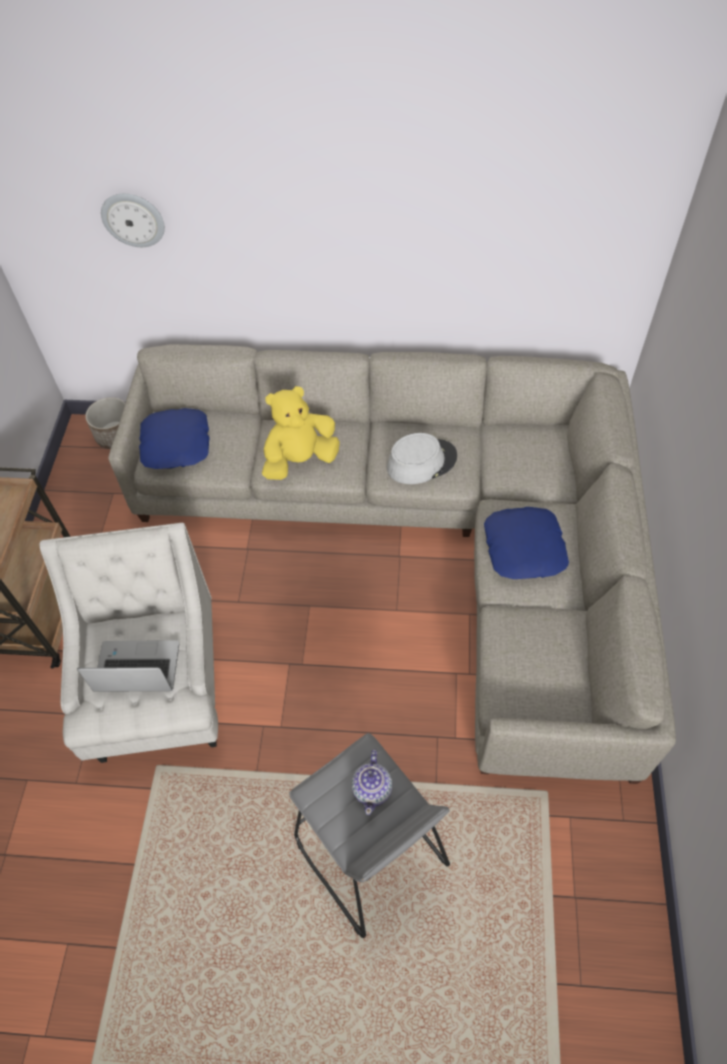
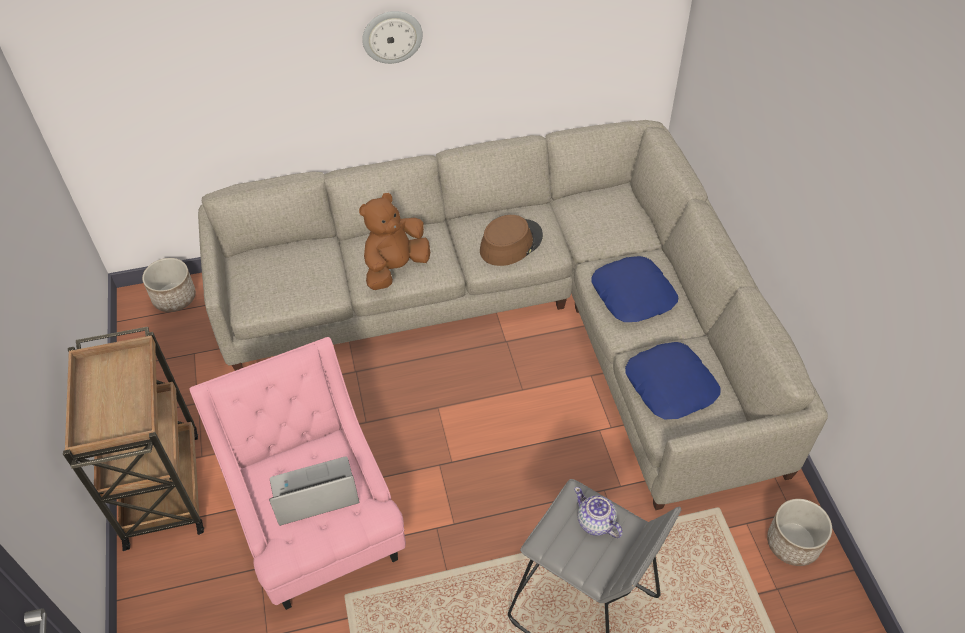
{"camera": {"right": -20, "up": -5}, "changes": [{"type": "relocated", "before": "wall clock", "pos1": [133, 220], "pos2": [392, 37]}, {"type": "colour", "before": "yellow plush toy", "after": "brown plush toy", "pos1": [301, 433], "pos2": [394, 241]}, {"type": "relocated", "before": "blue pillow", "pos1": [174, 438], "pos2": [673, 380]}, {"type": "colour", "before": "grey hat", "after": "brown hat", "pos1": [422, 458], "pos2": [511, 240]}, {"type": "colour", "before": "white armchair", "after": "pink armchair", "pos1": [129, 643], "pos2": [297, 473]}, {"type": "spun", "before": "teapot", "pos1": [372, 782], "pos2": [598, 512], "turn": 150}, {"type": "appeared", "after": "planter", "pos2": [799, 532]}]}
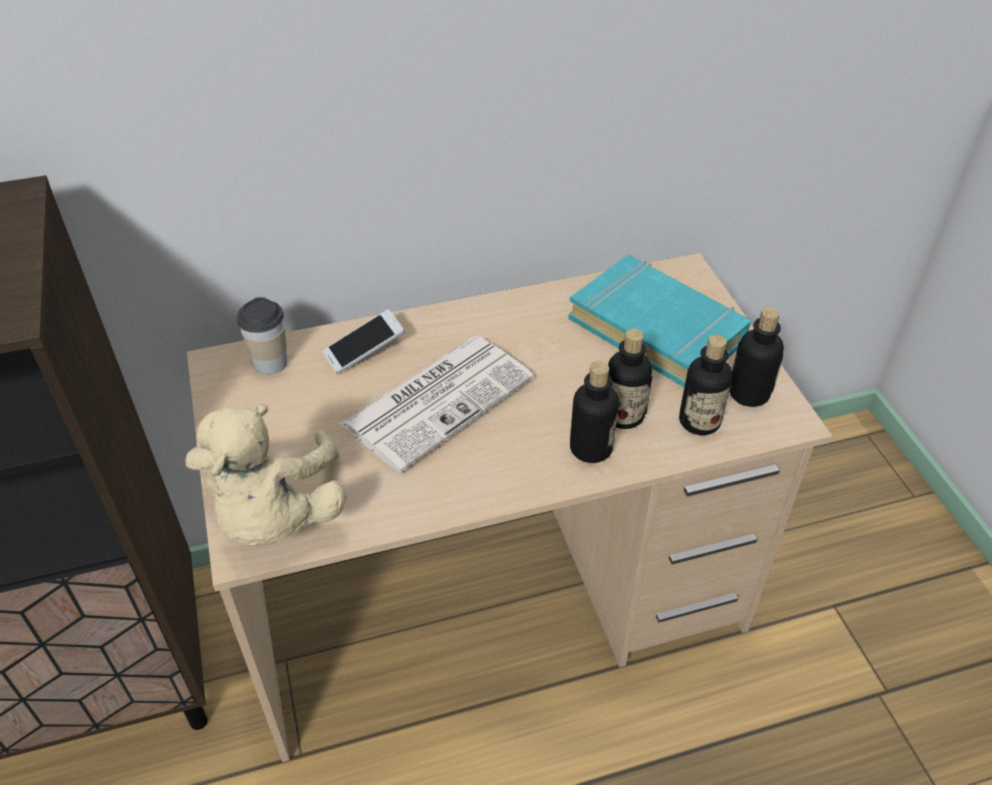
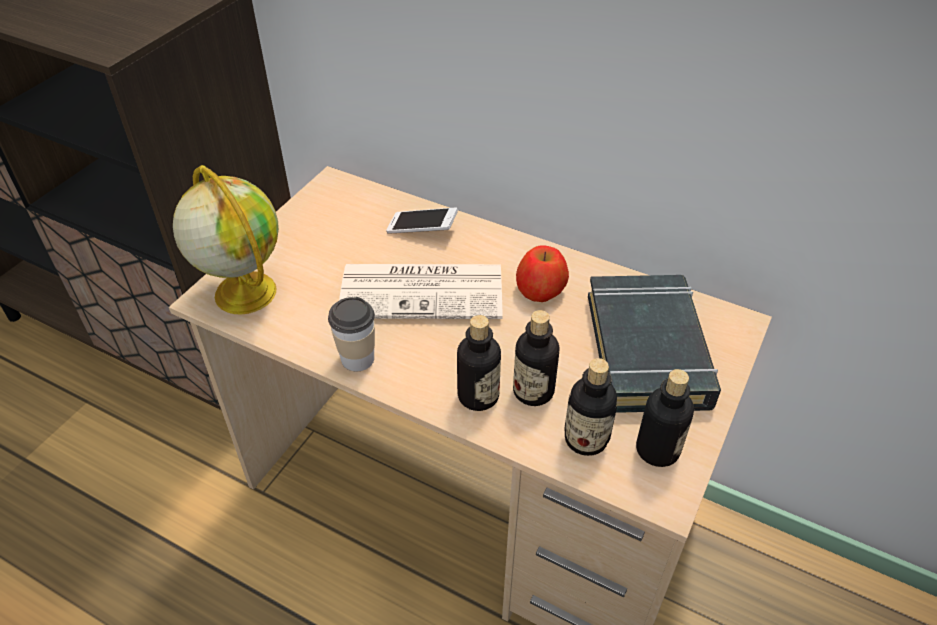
{"camera": {"right": 45, "up": 0}, "changes": [{"type": "colour", "before": "turquoise book", "after": "black book", "pos1": [659, 321], "pos2": [654, 344]}, {"type": "relocated", "before": "cup", "pos1": [262, 335], "pos2": [351, 334]}, {"type": "exchanged", "before": "beige plush toy", "after": "globe", "pos1": [266, 475], "pos2": [226, 240]}, {"type": "appeared", "after": "apple", "pos2": [542, 273]}]}
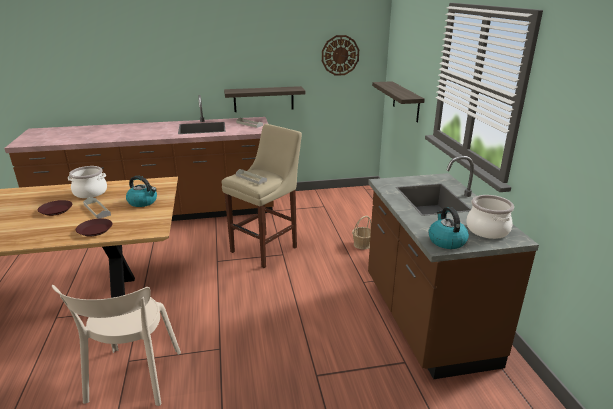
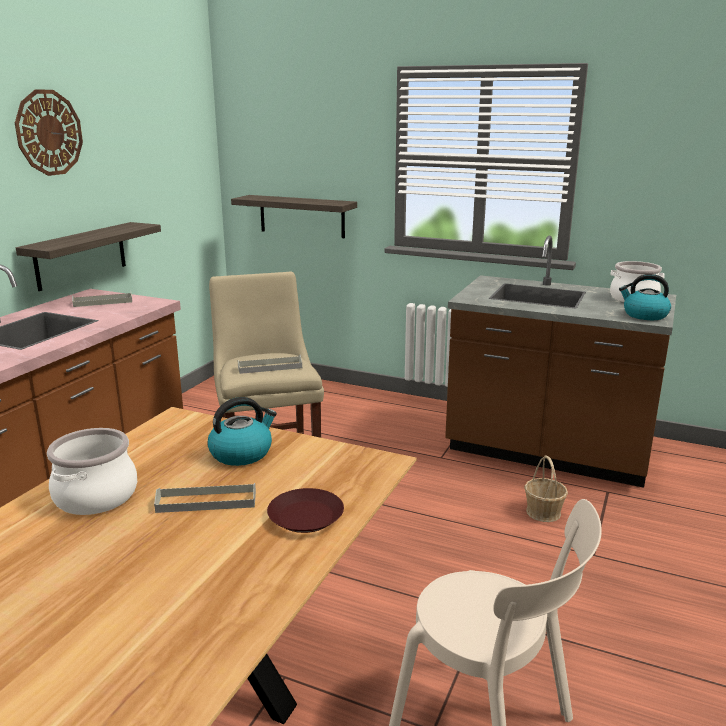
{"camera": {"right": -55, "up": -5}, "changes": [{"type": "relocated", "before": "wall clock", "pos1": [340, 55], "pos2": [49, 133]}, {"type": "missing", "before": "brown plate", "pos1": [55, 208]}, {"type": "relocated", "before": "basket", "pos1": [361, 233], "pos2": [546, 488]}]}
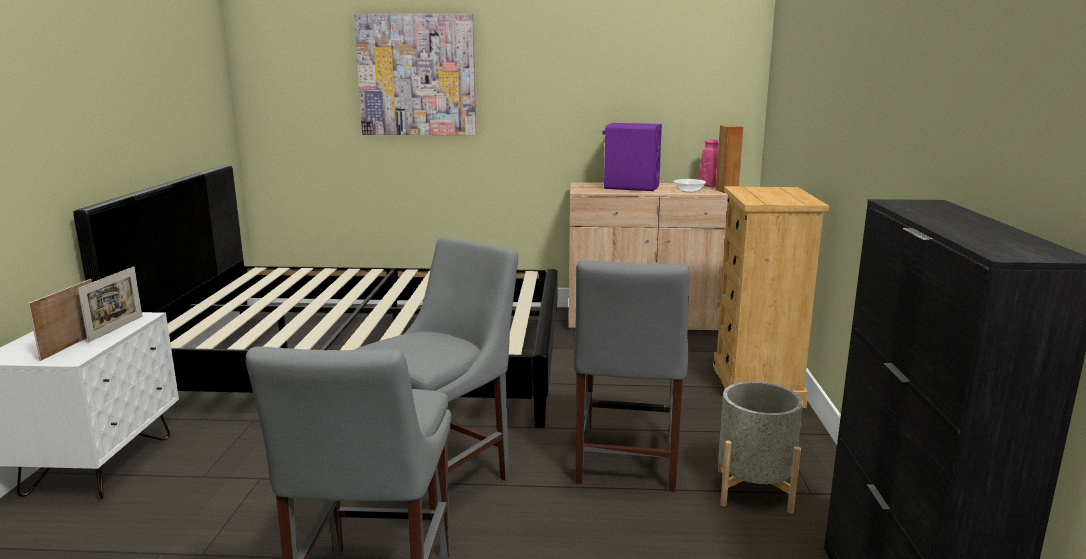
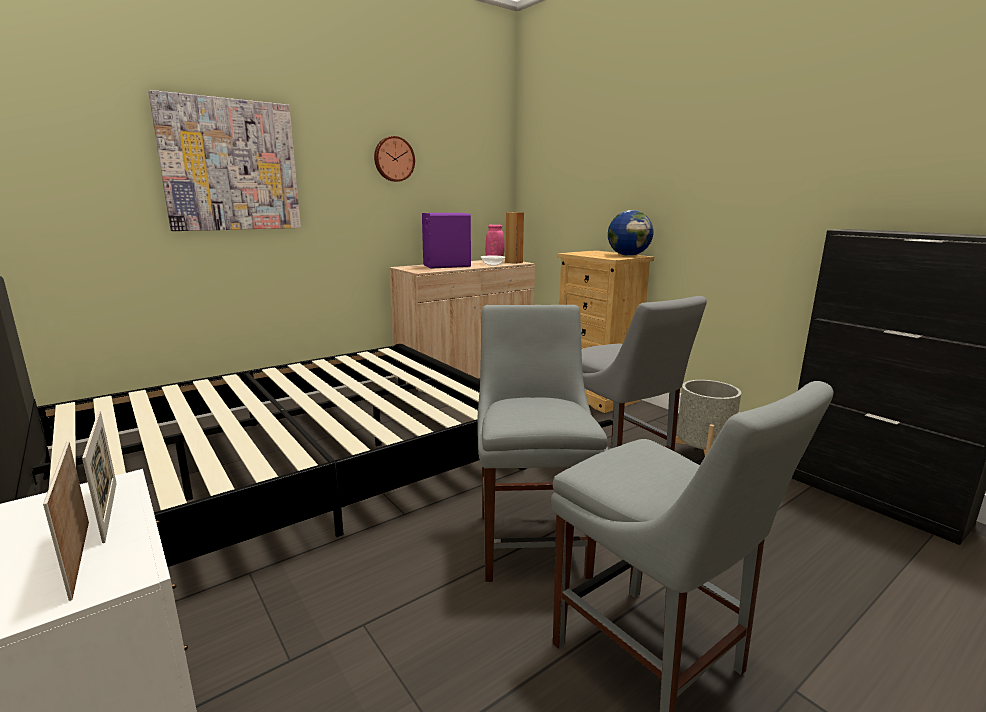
{"camera": {"right": -40, "up": 0}, "changes": [{"type": "appeared", "after": "wall clock", "pos2": [394, 159]}, {"type": "appeared", "after": "globe", "pos2": [630, 233]}]}
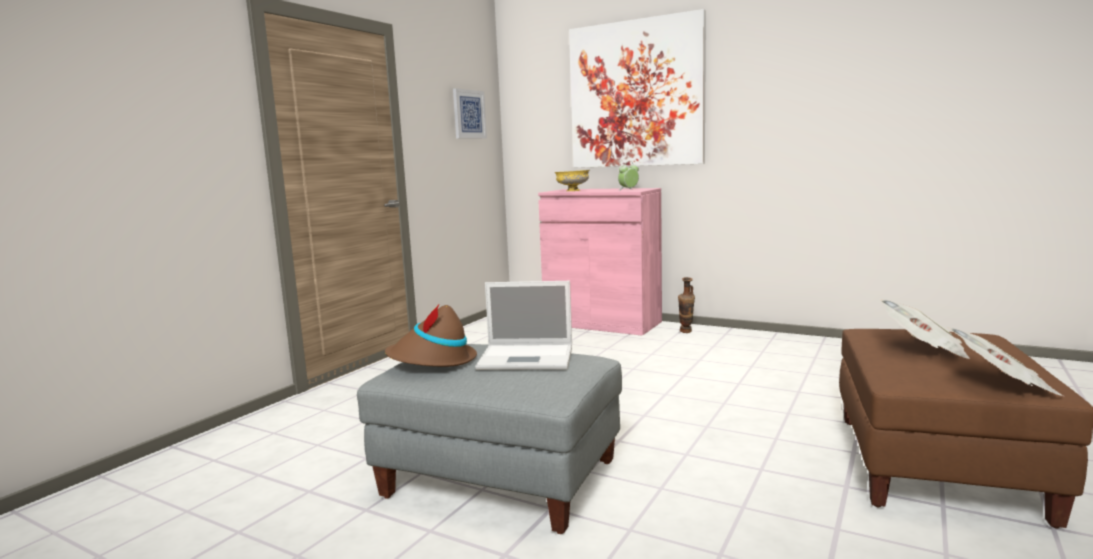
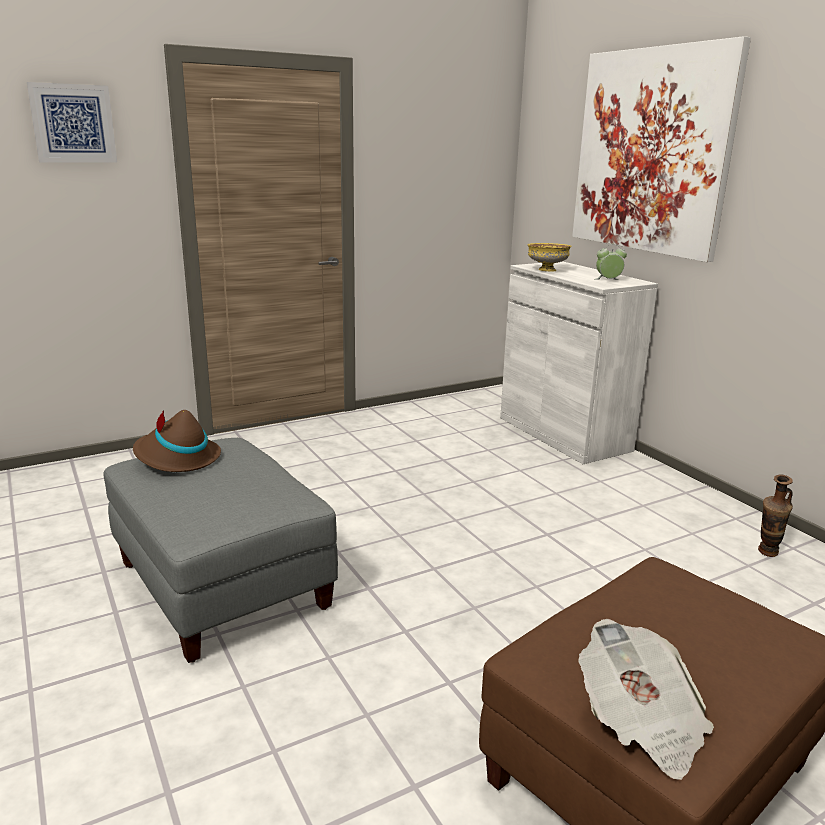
{"camera": {"right": 30, "up": 10}, "changes": [{"type": "relocated", "before": "picture", "pos1": [470, 113], "pos2": [72, 122]}, {"type": "colour", "before": "pink cabinet", "after": "white cabinet", "pos1": [600, 262], "pos2": [579, 362]}, {"type": "relocated", "before": "vase", "pos1": [686, 305], "pos2": [775, 516]}, {"type": "missing", "before": "laptop", "pos1": [523, 325]}, {"type": "missing", "before": "newspaper", "pos1": [925, 329]}]}
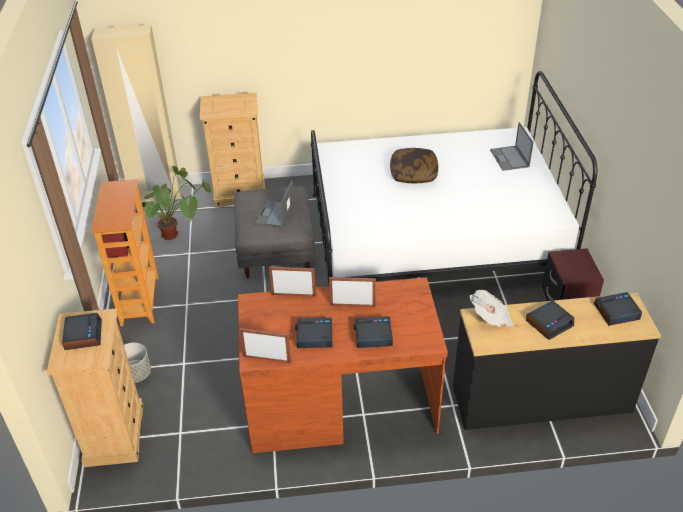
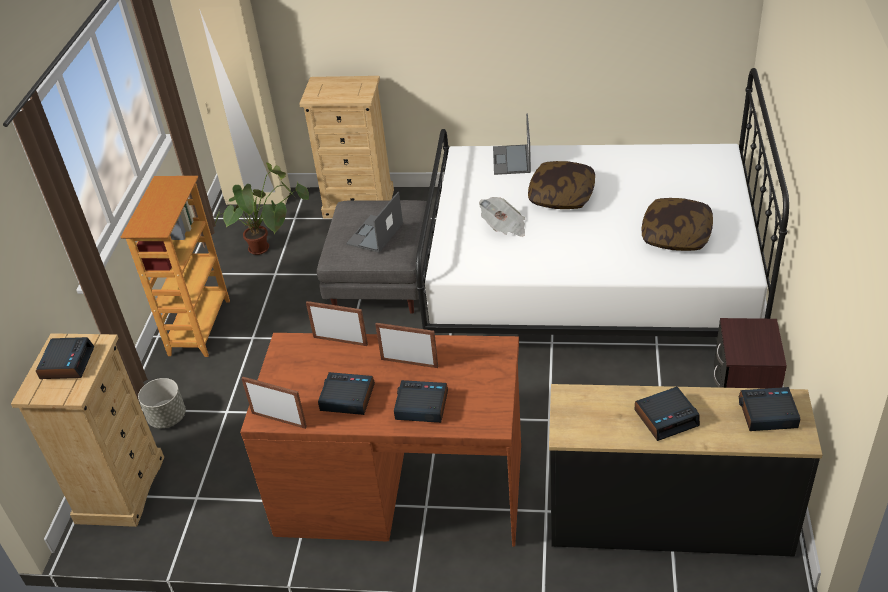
{"camera": {"right": 15, "up": 0}, "changes": [{"type": "relocated", "before": "laptop", "pos1": [512, 146], "pos2": [512, 144]}, {"type": "relocated", "before": "newspaper", "pos1": [492, 308], "pos2": [502, 217]}, {"type": "appeared", "after": "pillow", "pos2": [677, 224]}]}
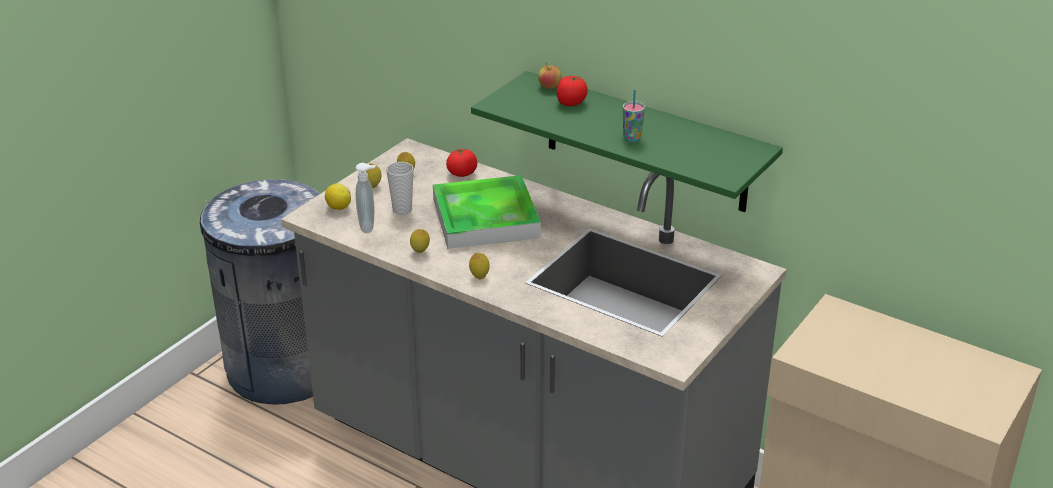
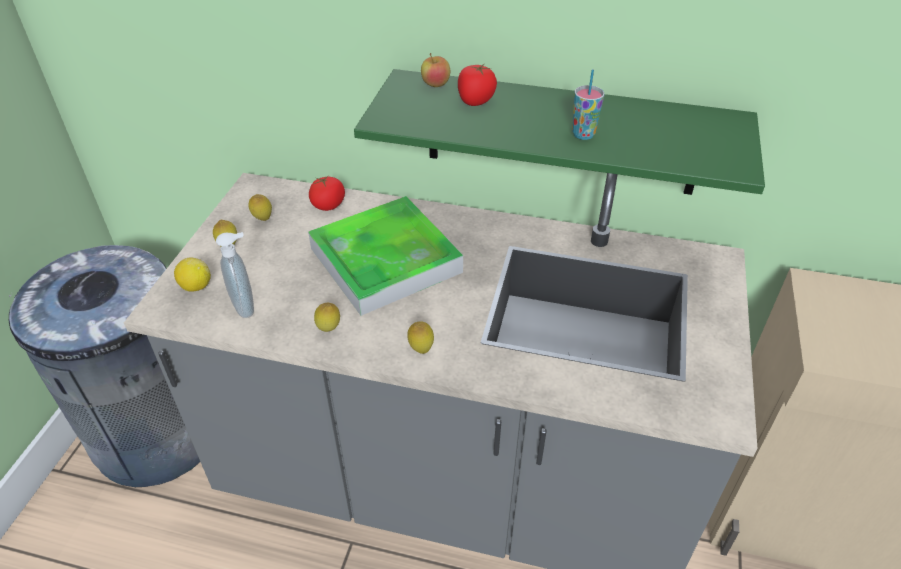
{"camera": {"right": -20, "up": 10}, "changes": [{"type": "missing", "before": "cup", "pos1": [400, 188]}]}
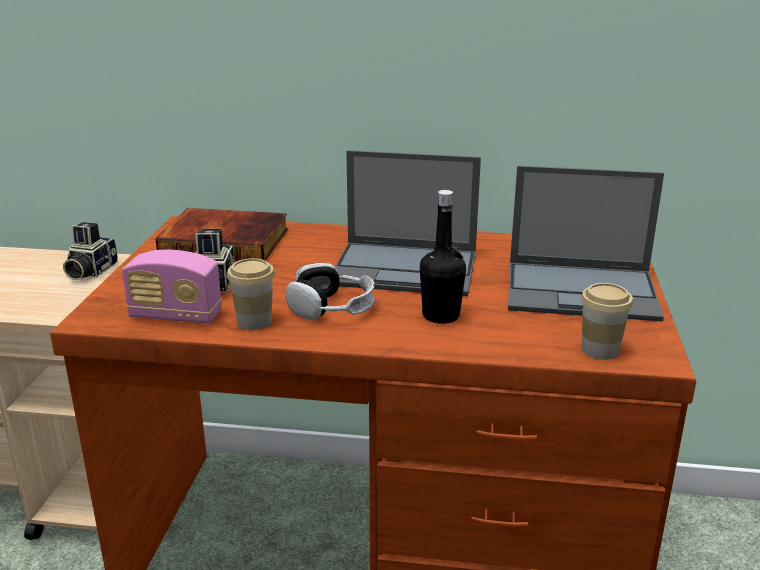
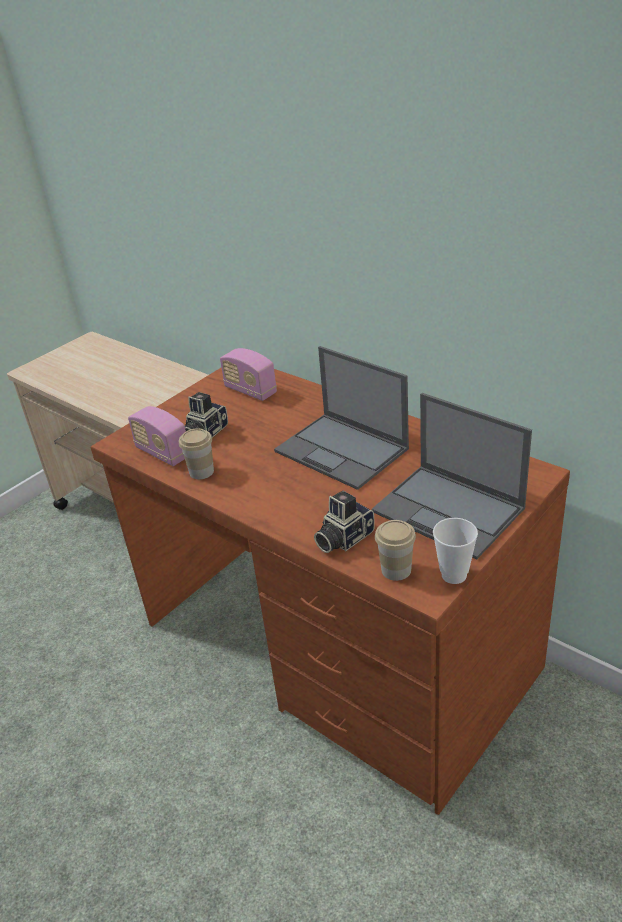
{"camera": {"right": 35, "up": 10}, "changes": [{"type": "missing", "before": "black bottle", "pos1": [443, 257]}, {"type": "exchanged", "before": "book", "after": "radio", "pos1": [221, 234], "pos2": [248, 374]}, {"type": "relocated", "before": "photo camera", "pos1": [90, 251], "pos2": [344, 522]}, {"type": "missing", "before": "headphones", "pos1": [330, 291]}, {"type": "appeared", "after": "cup", "pos2": [455, 551]}]}
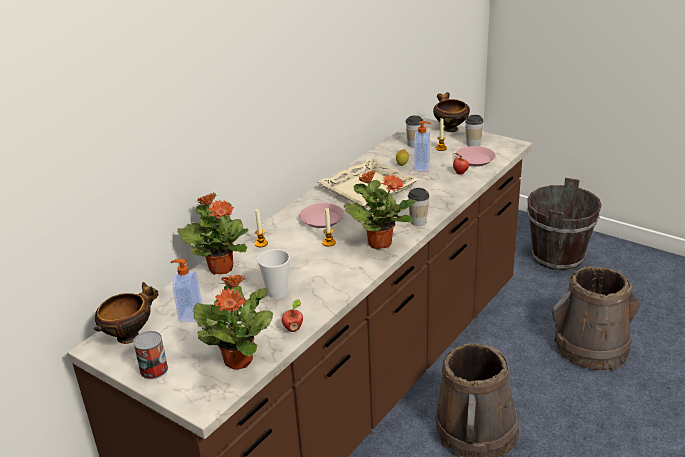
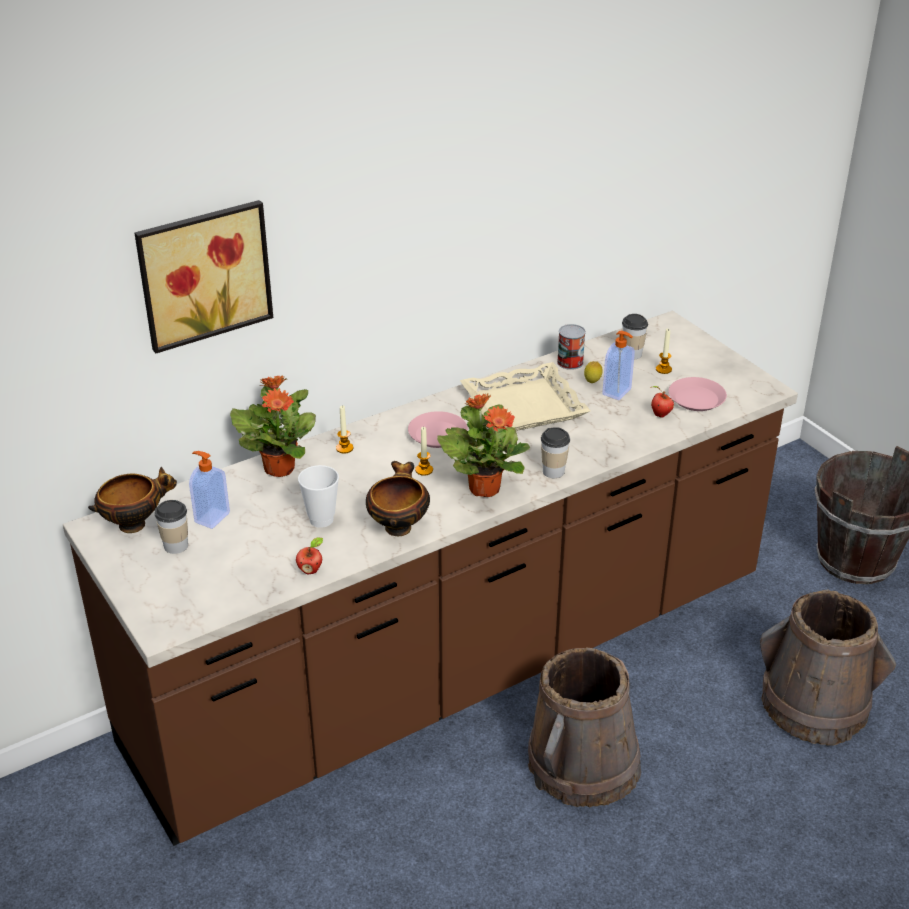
{"camera": {"right": 20, "up": 5}, "changes": [{"type": "relocated", "before": "bowl", "pos1": [451, 112], "pos2": [398, 498]}, {"type": "relocated", "before": "cup", "pos1": [474, 131], "pos2": [171, 527]}, {"type": "missing", "before": "potted plant", "pos1": [233, 322]}, {"type": "relocated", "before": "can", "pos1": [150, 355], "pos2": [571, 347]}, {"type": "appeared", "after": "picture", "pos2": [203, 276]}]}
